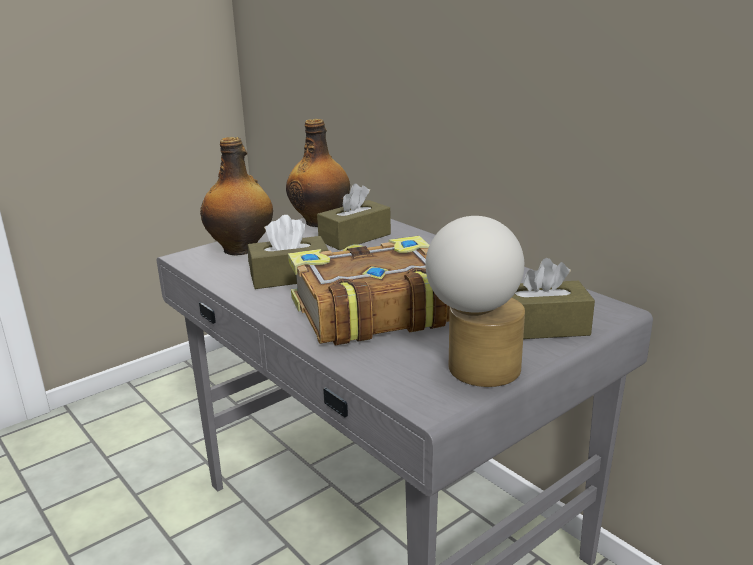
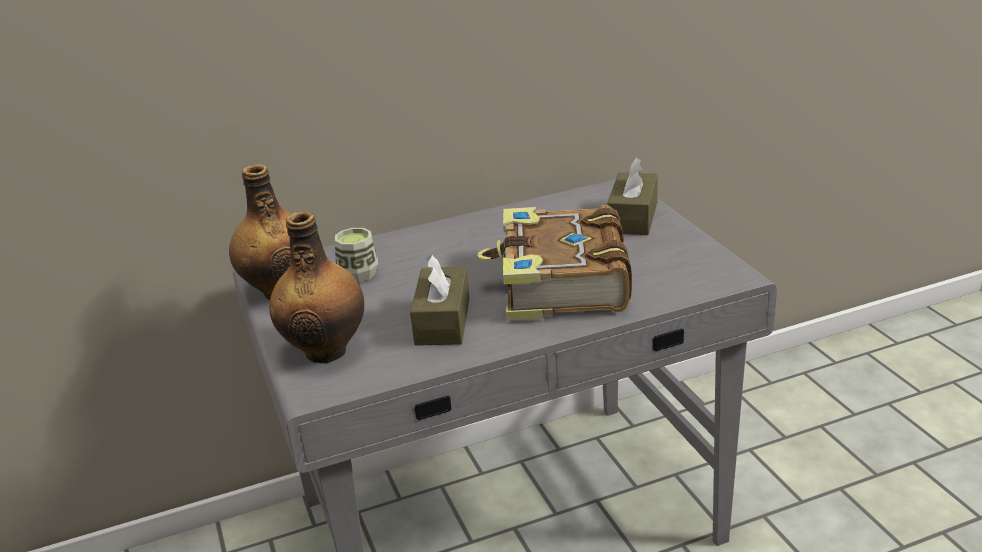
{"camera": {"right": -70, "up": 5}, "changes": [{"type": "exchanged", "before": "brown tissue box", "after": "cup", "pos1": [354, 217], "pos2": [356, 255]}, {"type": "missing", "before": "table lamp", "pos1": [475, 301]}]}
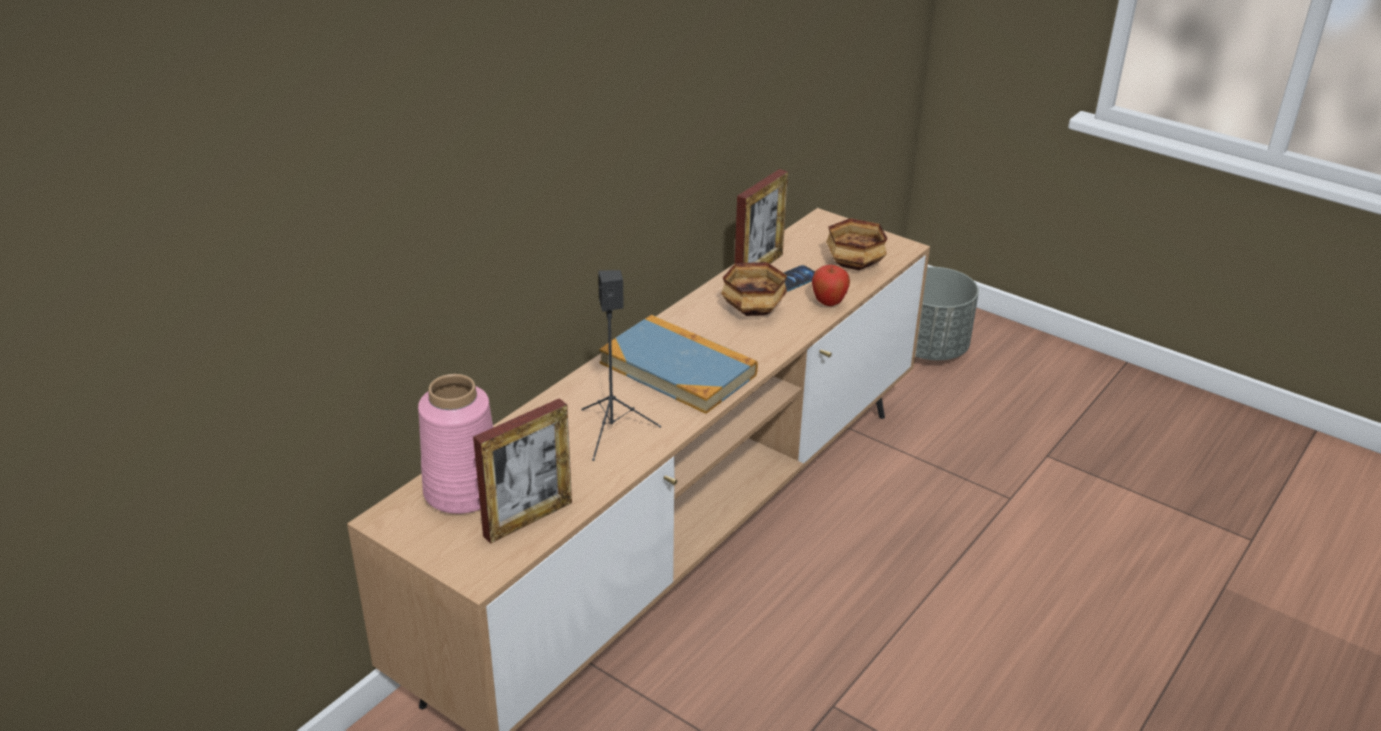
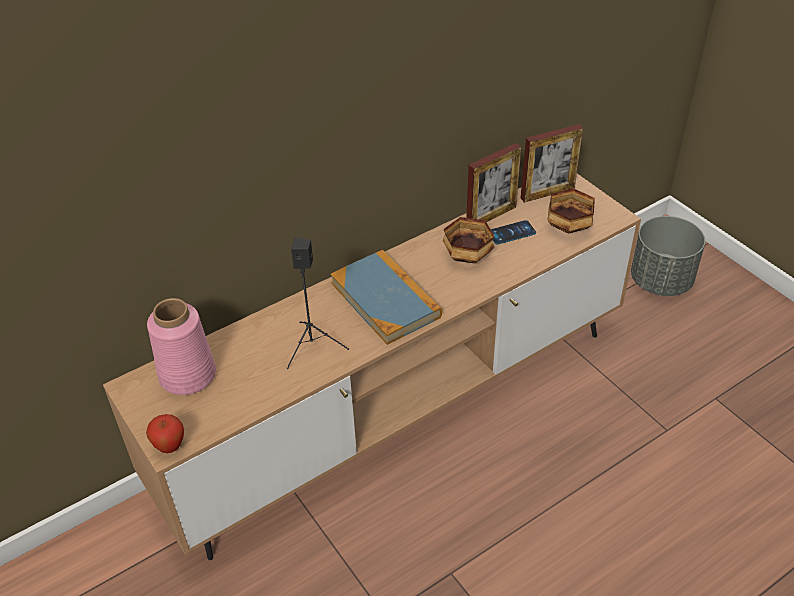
{"camera": {"right": 20, "up": 10}, "changes": [{"type": "relocated", "before": "apple", "pos1": [831, 285], "pos2": [165, 433]}, {"type": "relocated", "before": "picture frame", "pos1": [522, 471], "pos2": [552, 163]}]}
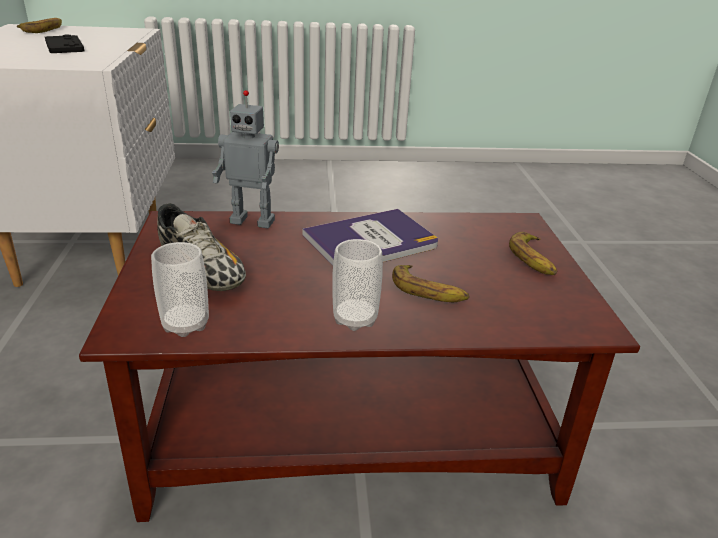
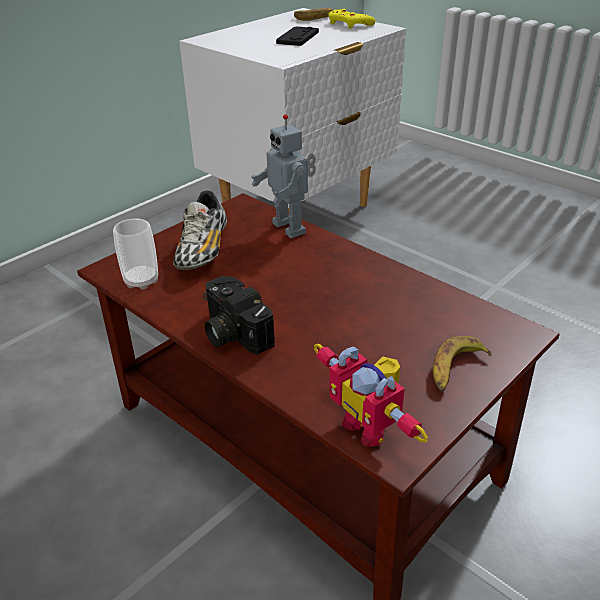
{"camera": {"right": 50, "up": 5}, "changes": [{"type": "missing", "before": "book", "pos1": [370, 237]}, {"type": "exchanged", "before": "cup", "after": "photo camera", "pos1": [357, 285], "pos2": [239, 315]}, {"type": "missing", "before": "banana", "pos1": [431, 283]}, {"type": "appeared", "after": "yellow game controller", "pos2": [351, 18]}, {"type": "appeared", "after": "toy robot", "pos2": [370, 395]}]}
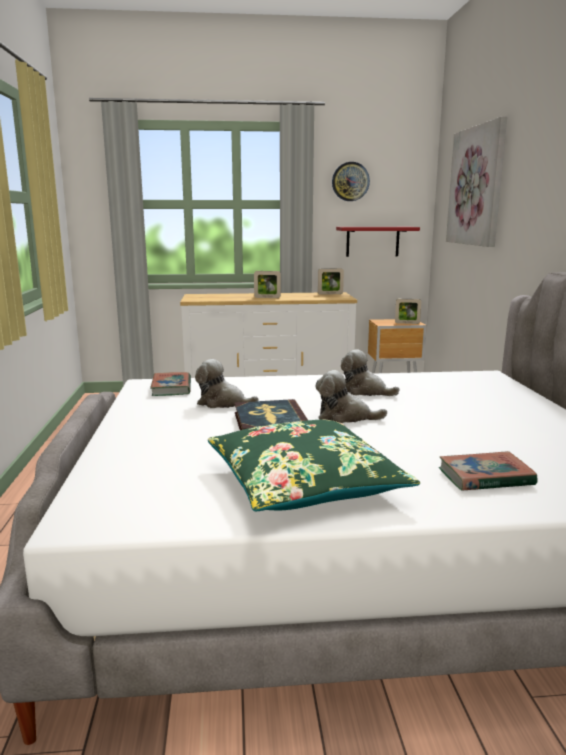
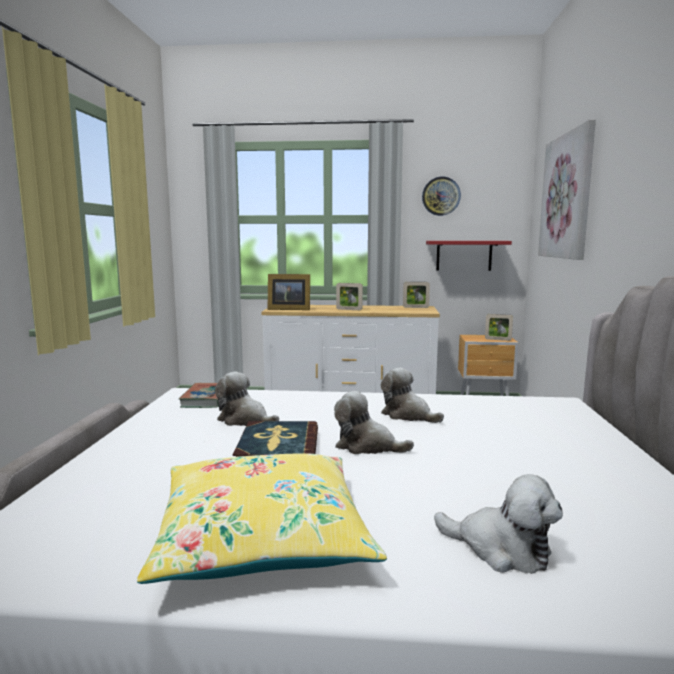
{"camera": {"right": 10, "up": -5}, "changes": [{"type": "colour", "before": "green pillow", "after": "yellow pillow", "pos1": [314, 465], "pos2": [262, 518]}, {"type": "exchanged", "before": "book", "after": "plush toy", "pos1": [488, 471], "pos2": [498, 524]}, {"type": "appeared", "after": "picture frame", "pos2": [289, 292]}]}
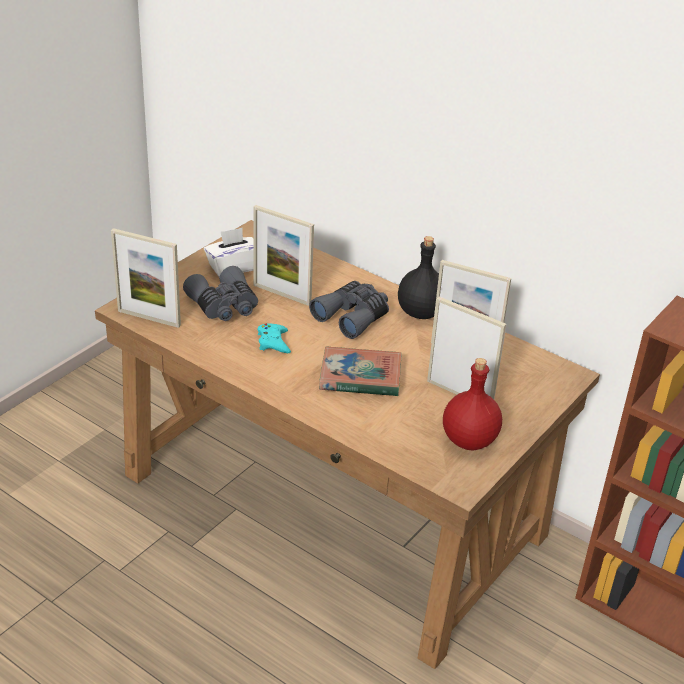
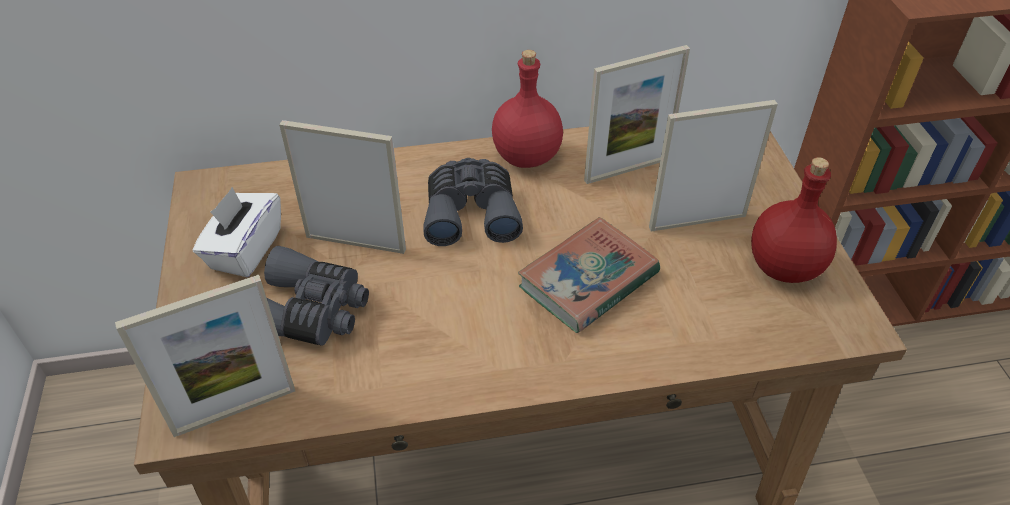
{"camera": {"right": -45, "up": 10}, "changes": [{"type": "spun", "before": "picture frame", "pos1": [283, 255], "pos2": [342, 187], "turn": -150}, {"type": "colour", "before": "black bottle", "after": "red bottle", "pos1": [418, 277], "pos2": [527, 109]}, {"type": "missing", "before": "turquoise game controller", "pos1": [274, 338]}]}
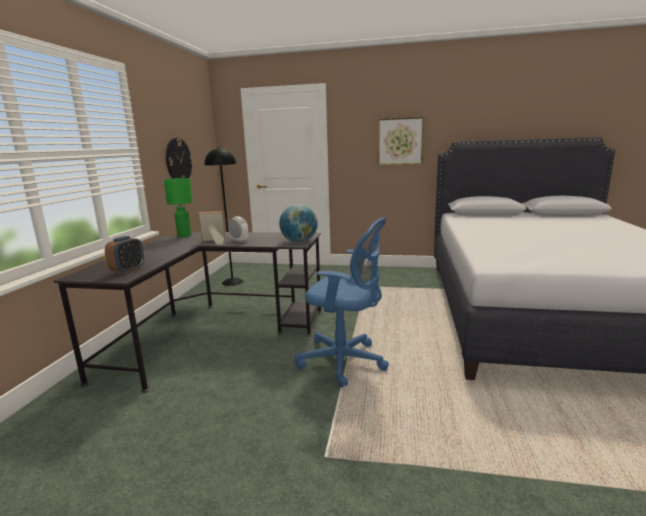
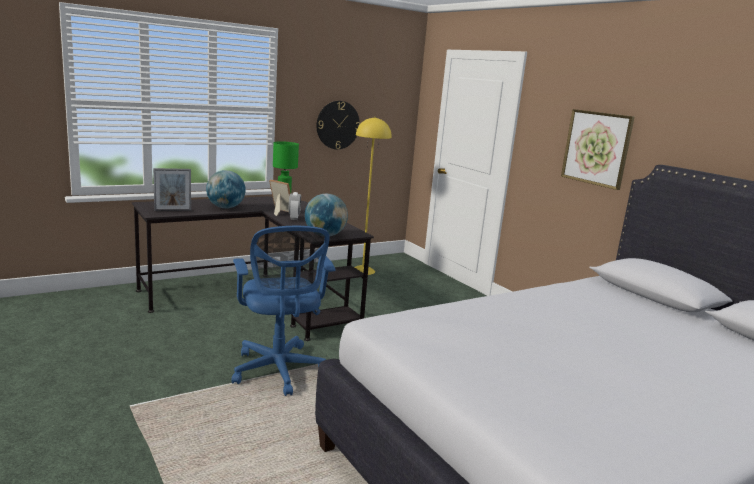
{"camera": {"right": 45, "up": 0}, "changes": [{"type": "colour", "before": "black floor lamp", "after": "yellow floor lamp", "pos1": [223, 216], "pos2": [373, 196]}, {"type": "exchanged", "before": "alarm clock", "after": "picture frame", "pos1": [124, 255], "pos2": [172, 189]}, {"type": "appeared", "after": "globe", "pos2": [226, 189]}]}
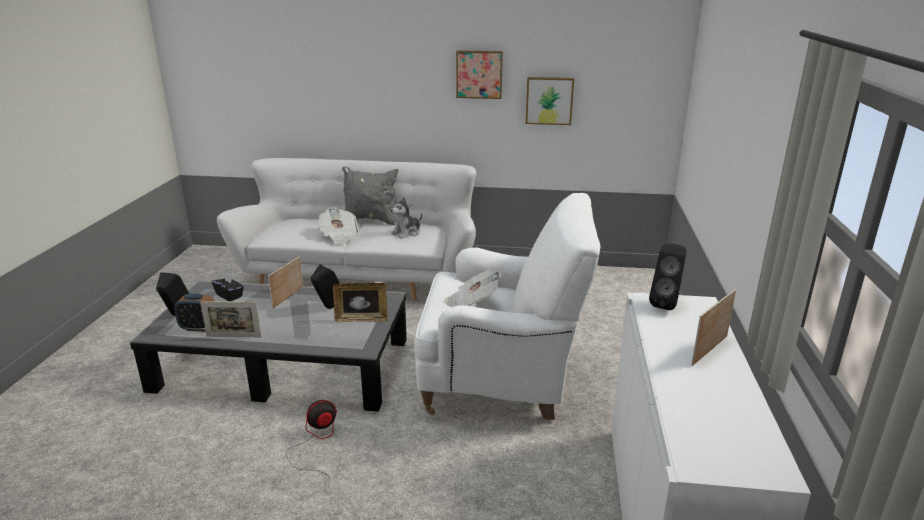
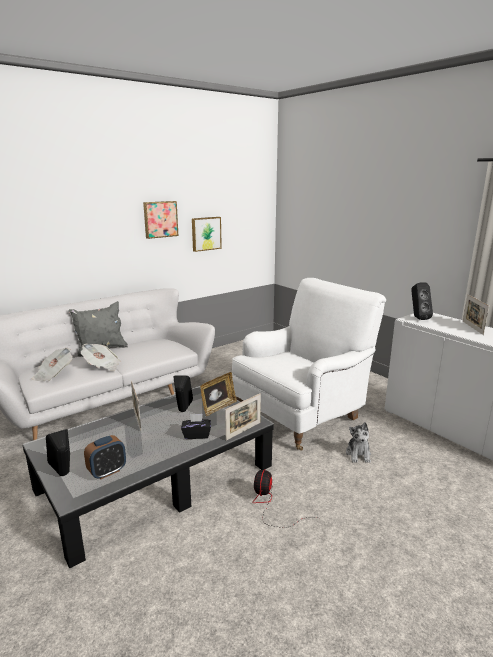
{"camera": {"right": -45, "up": -5}, "changes": [{"type": "relocated", "before": "plush toy", "pos1": [406, 218], "pos2": [358, 442]}, {"type": "relocated", "before": "newspaper", "pos1": [473, 288], "pos2": [52, 364]}, {"type": "relocated", "before": "black tissue box", "pos1": [228, 287], "pos2": [196, 426]}, {"type": "relocated", "before": "picture frame", "pos1": [230, 319], "pos2": [243, 417]}]}
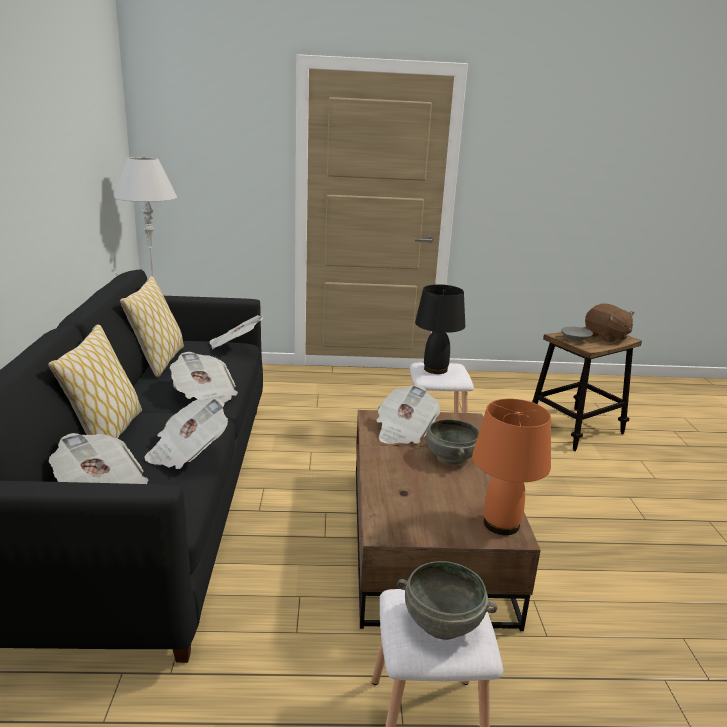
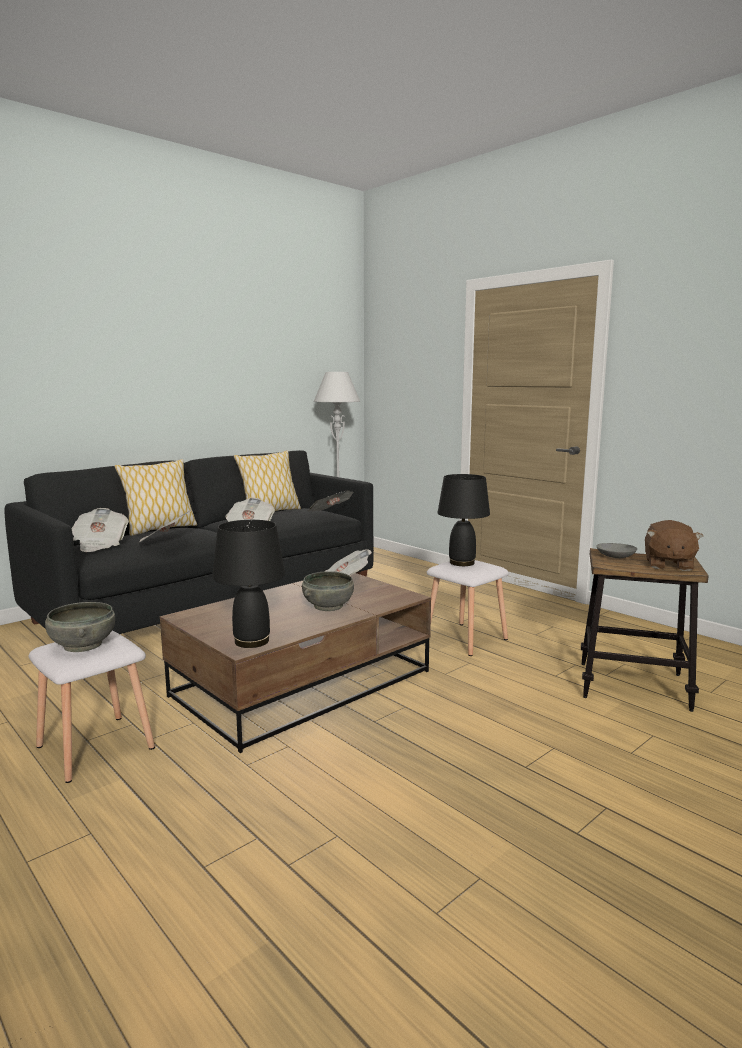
{"camera": {"right": 50, "up": -10}, "changes": [{"type": "colour", "before": "orange table lamp", "after": "black table lamp", "pos1": [511, 467], "pos2": [248, 584]}]}
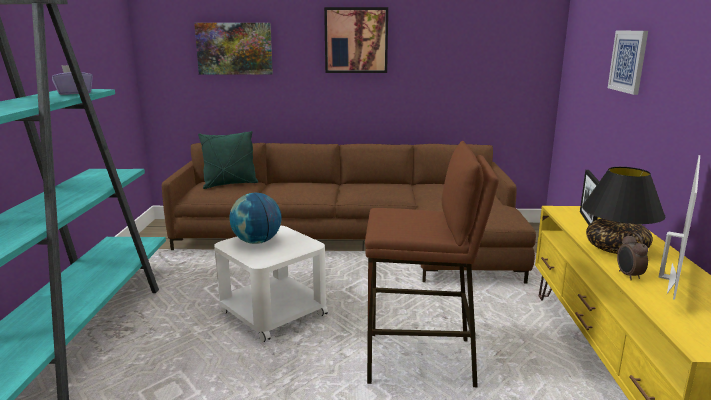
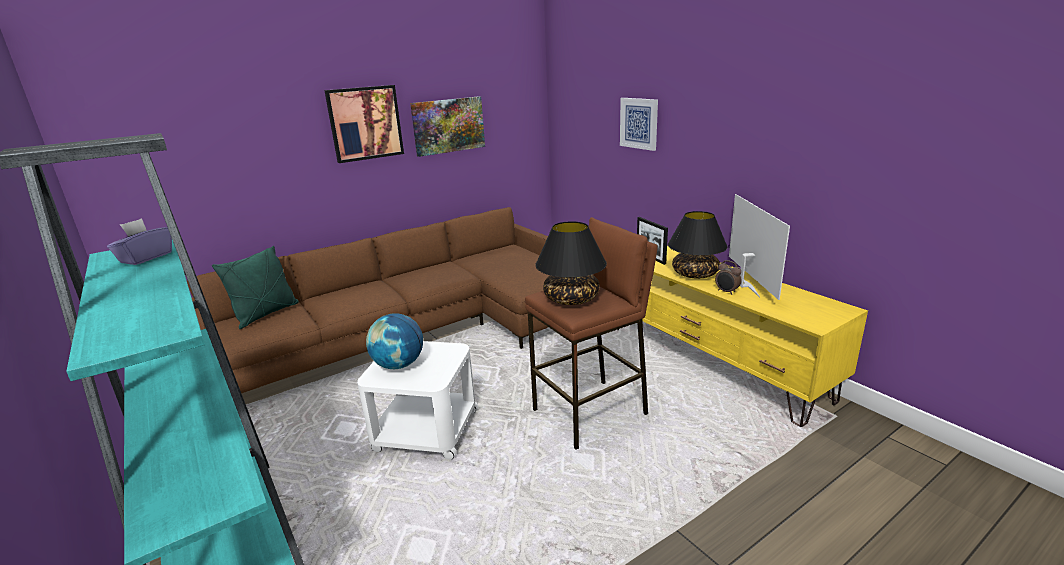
{"camera": {"right": -35, "up": 5}, "changes": [{"type": "relocated", "before": "picture", "pos1": [233, 49], "pos2": [447, 126]}, {"type": "appeared", "after": "black table lamp", "pos2": [571, 263]}]}
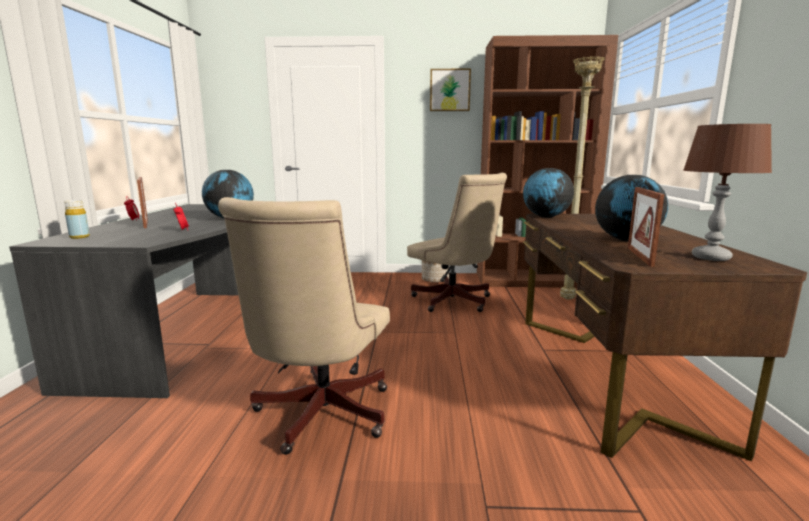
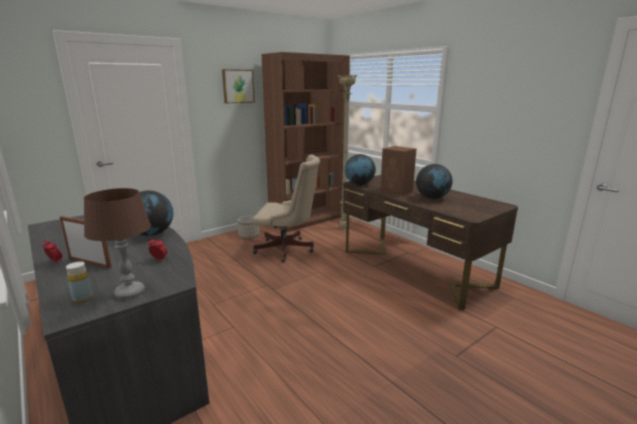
{"camera": {"right": -40, "up": 5}, "changes": [{"type": "relocated", "before": "brown table lamp", "pos1": [727, 192], "pos2": [117, 243]}, {"type": "missing", "before": "picture frame", "pos1": [646, 227]}, {"type": "missing", "before": "beige office chair", "pos1": [304, 326]}, {"type": "appeared", "after": "brown speaker", "pos2": [398, 171]}]}
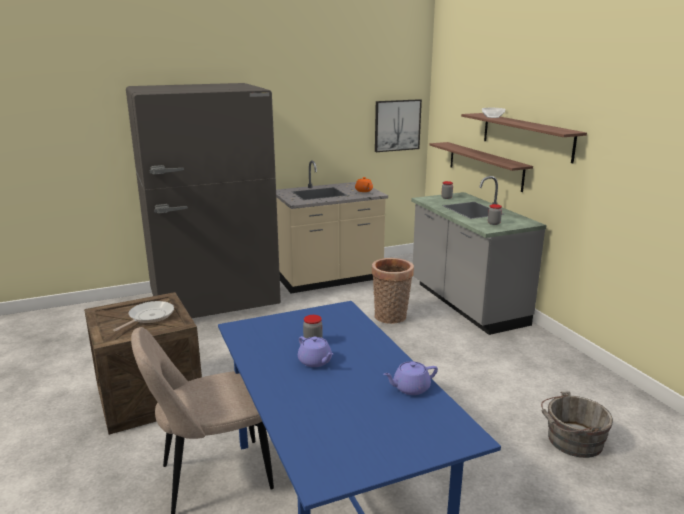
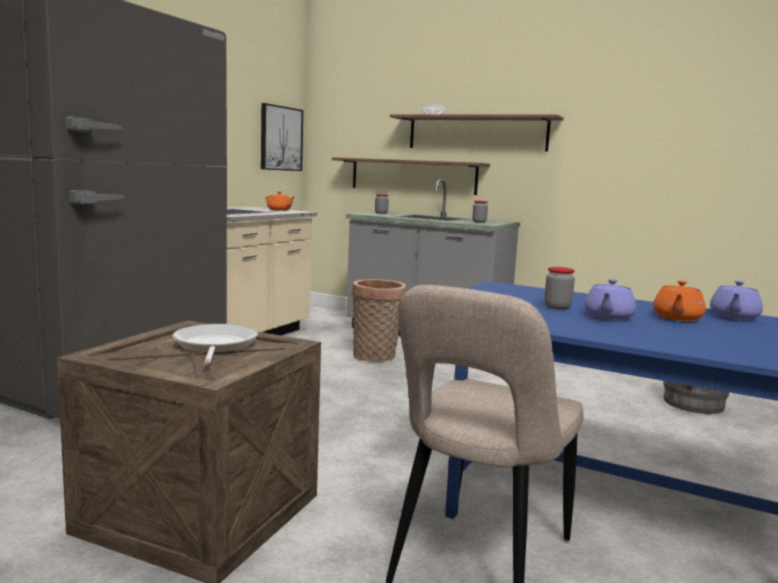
{"camera": {"right": -40, "up": -10}, "changes": [{"type": "spun", "before": "purple teapot", "pos1": [315, 351], "pos2": [610, 299], "turn": 105}, {"type": "appeared", "after": "orange teapot", "pos2": [679, 301]}]}
